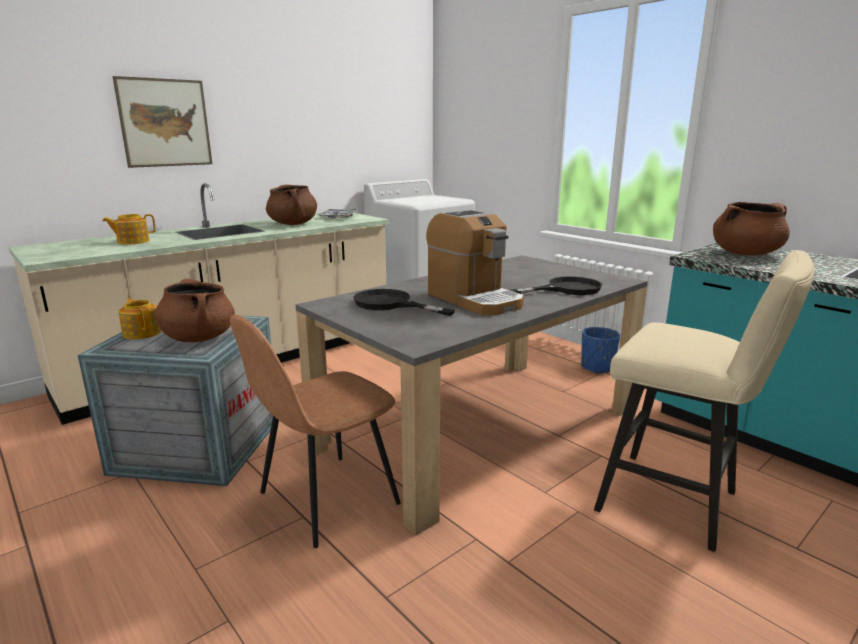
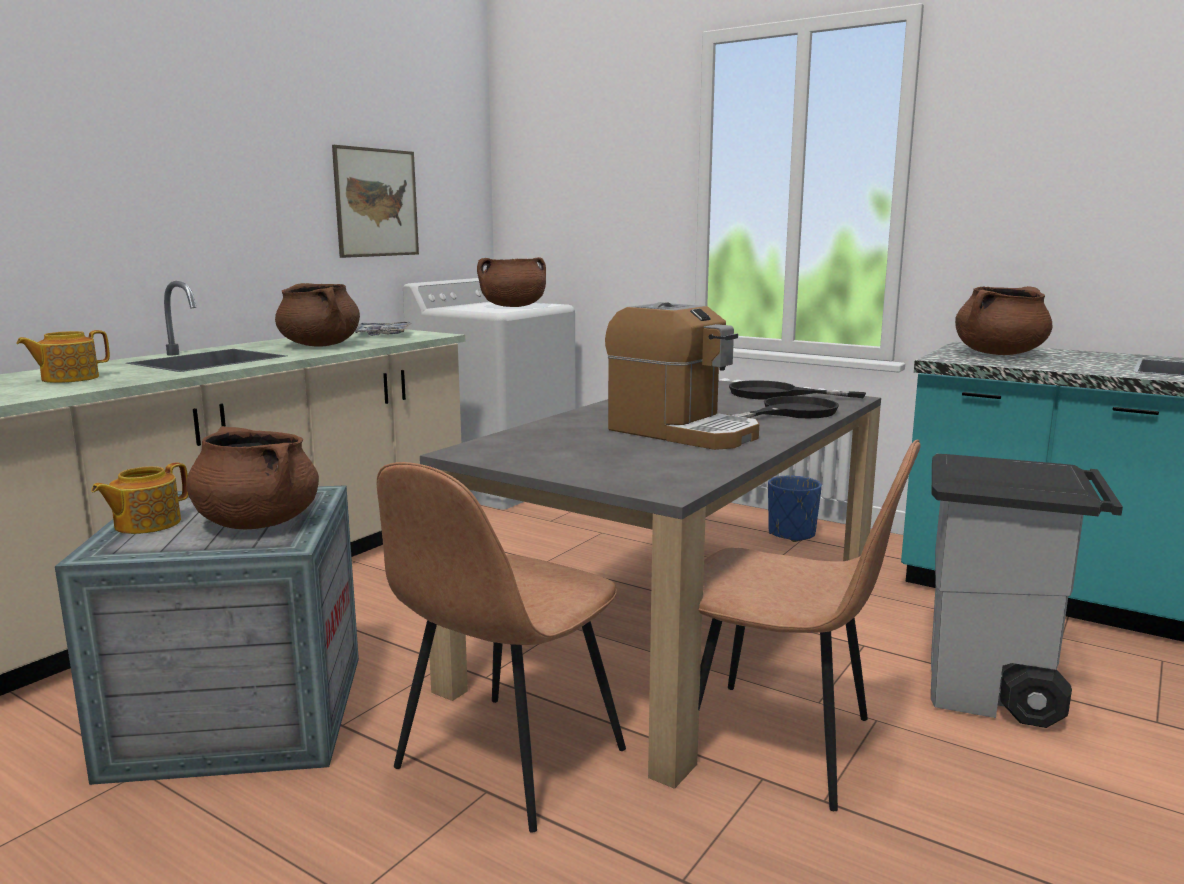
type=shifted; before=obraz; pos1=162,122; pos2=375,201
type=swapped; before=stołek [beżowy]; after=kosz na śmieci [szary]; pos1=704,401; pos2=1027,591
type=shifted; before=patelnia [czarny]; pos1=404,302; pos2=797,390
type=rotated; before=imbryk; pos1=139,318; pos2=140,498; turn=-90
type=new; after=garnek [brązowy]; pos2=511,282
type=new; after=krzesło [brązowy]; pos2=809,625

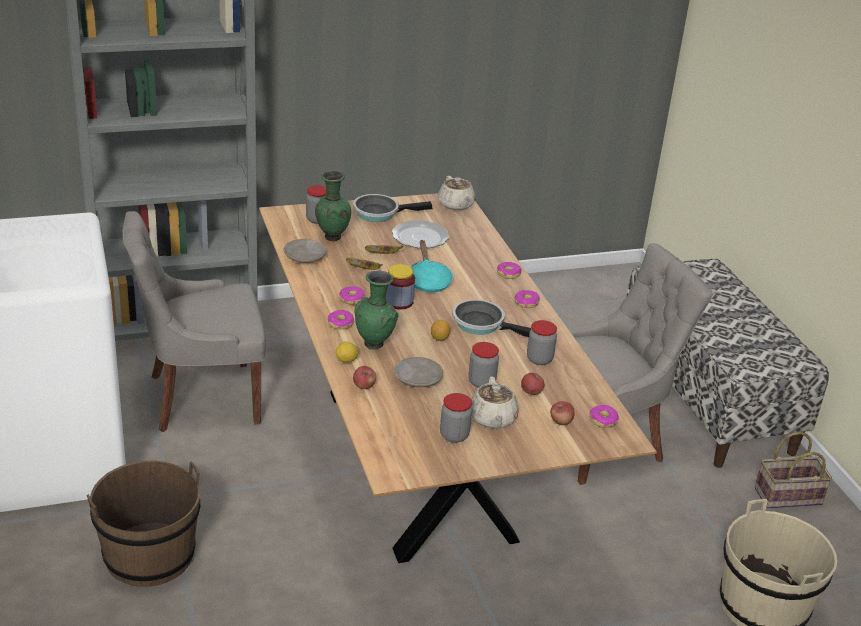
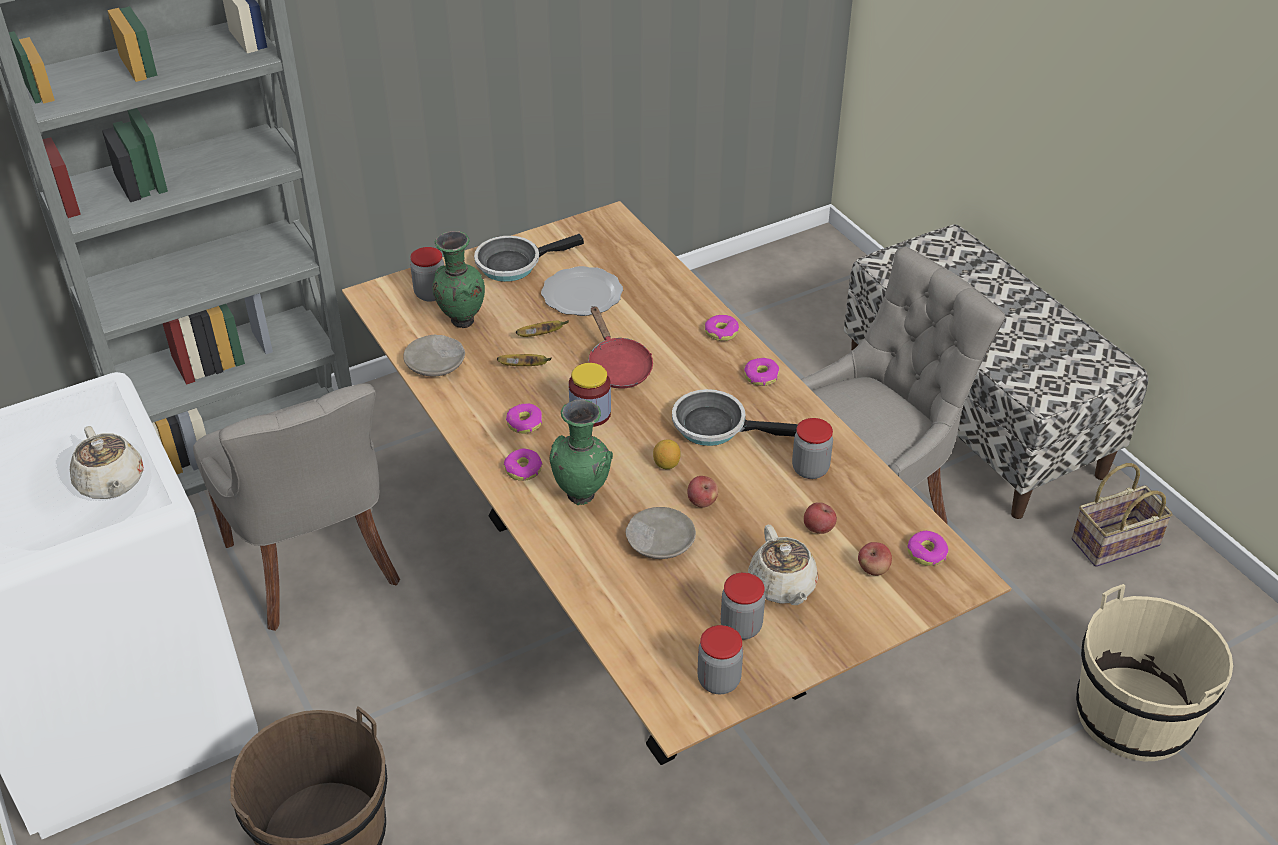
type=shifted; before=imbryk [beżowy]; pos1=456,193; pos2=106,462
type=rotated; before=krzesło [szary]; pos1=194,321; pos2=296,507; turn=-90
type=repainted; before=patelnia [turkusowy]; after=patelnia [czerwony]; pos1=431,266; pos2=620,347
type=gone; before=cytryna; pos1=347,352
type=shifted; before=słoik; pos1=483,365; pos2=720,659
type=shifted; before=jabłko; pos1=364,377; pos2=702,492

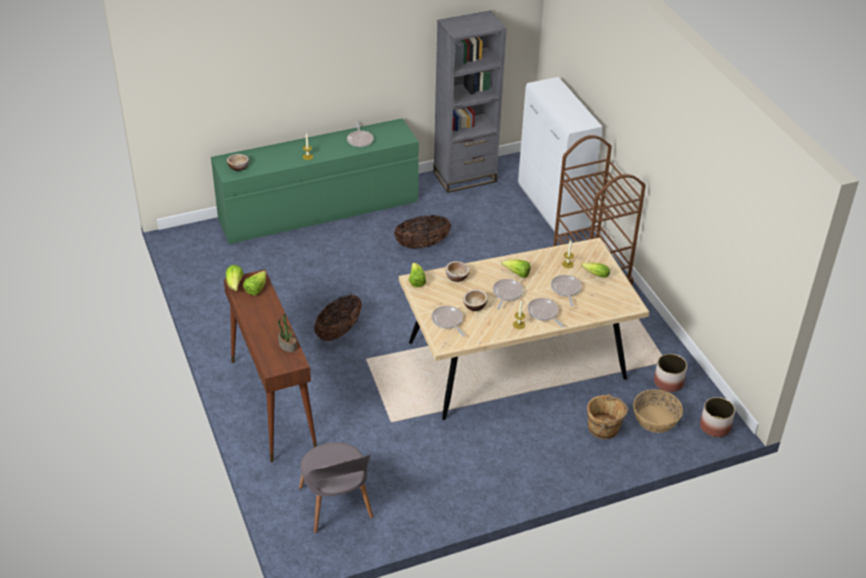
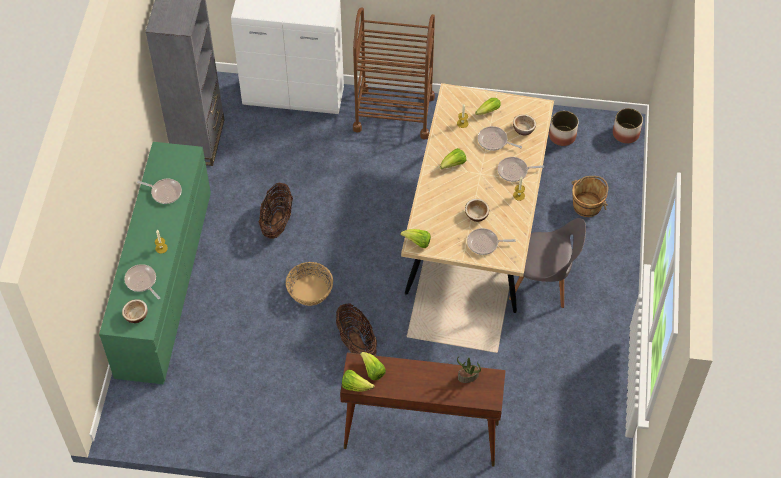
type=shifted; before=miska; pos1=458,271; pos2=524,124
type=shifted; before=patelnia; pos1=508,294; pos2=142,281
type=shifted; before=koszyk; pos1=658,411; pos2=309,284
type=shifted; before=krzesło [szary]; pos1=336,487; pos2=547,263

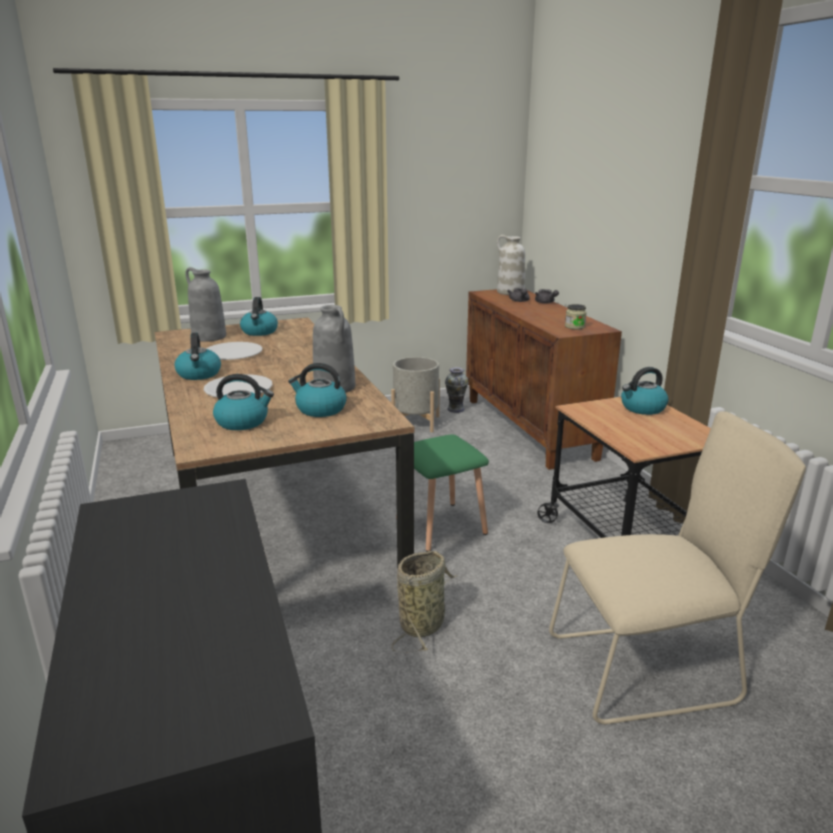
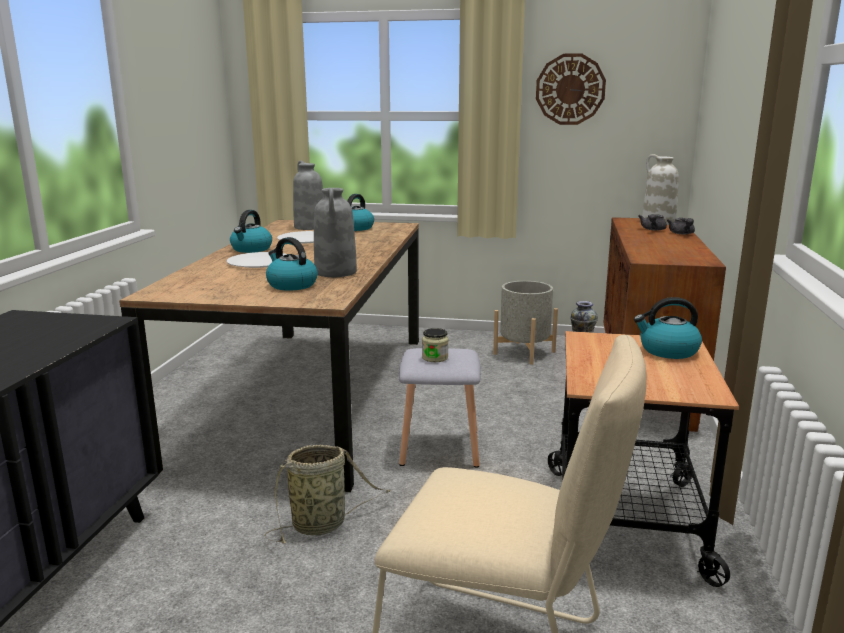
type=shifted; before=słoik; pos1=576,317; pos2=435,345
type=gone; before=czajnik; pos1=243,402
type=repainted; before=stołek [zielony]; after=stołek [szary]; pos1=442,493; pos2=440,408
type=new; after=zegar ścienny; pos2=571,89

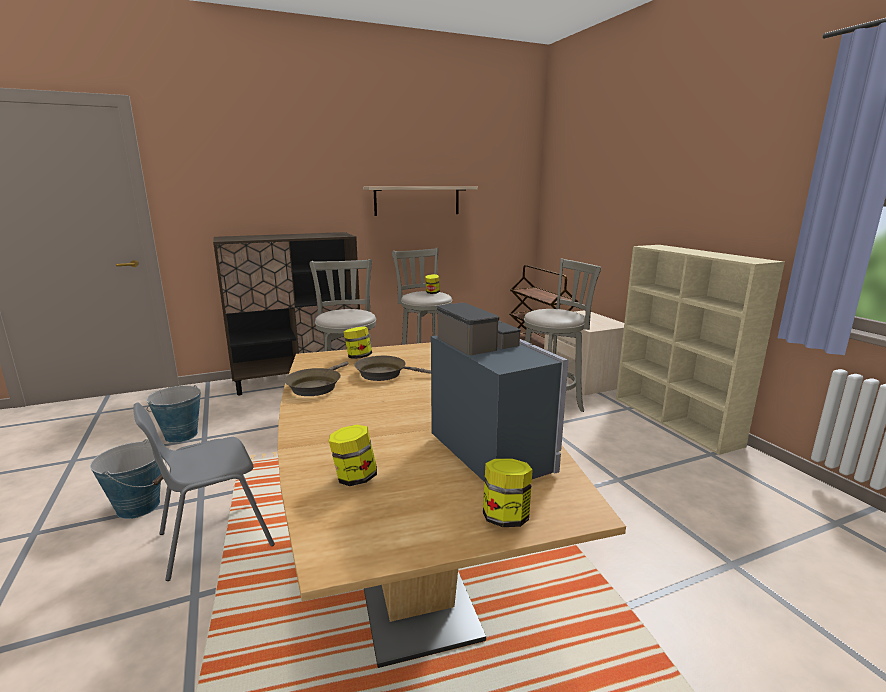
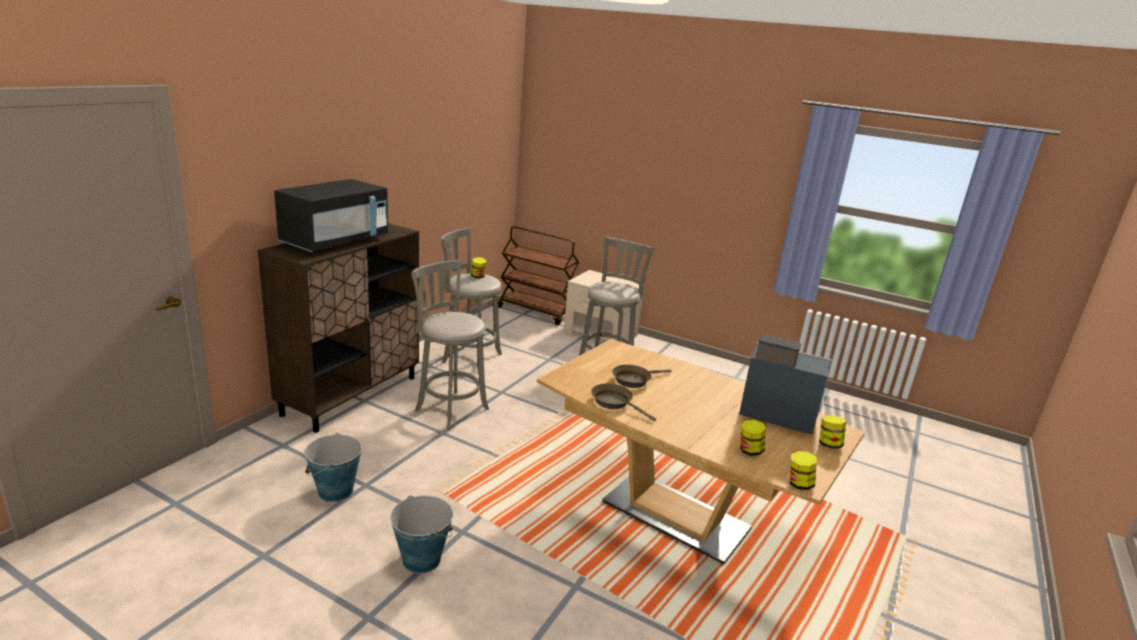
type=gone; before=półka; pos1=420,201
type=gone; before=regał [beżowy]; pos1=700,350
type=shifted; before=słoik; pos1=357,343; pos2=803,470
type=rotated; before=patelnia [brązowy]; pos1=316,378; pos2=623,402; turn=150
type=gone; before=krzesło [szary]; pos1=204,491
type=new; after=mikrofalówka [czarny]; pos2=331,215

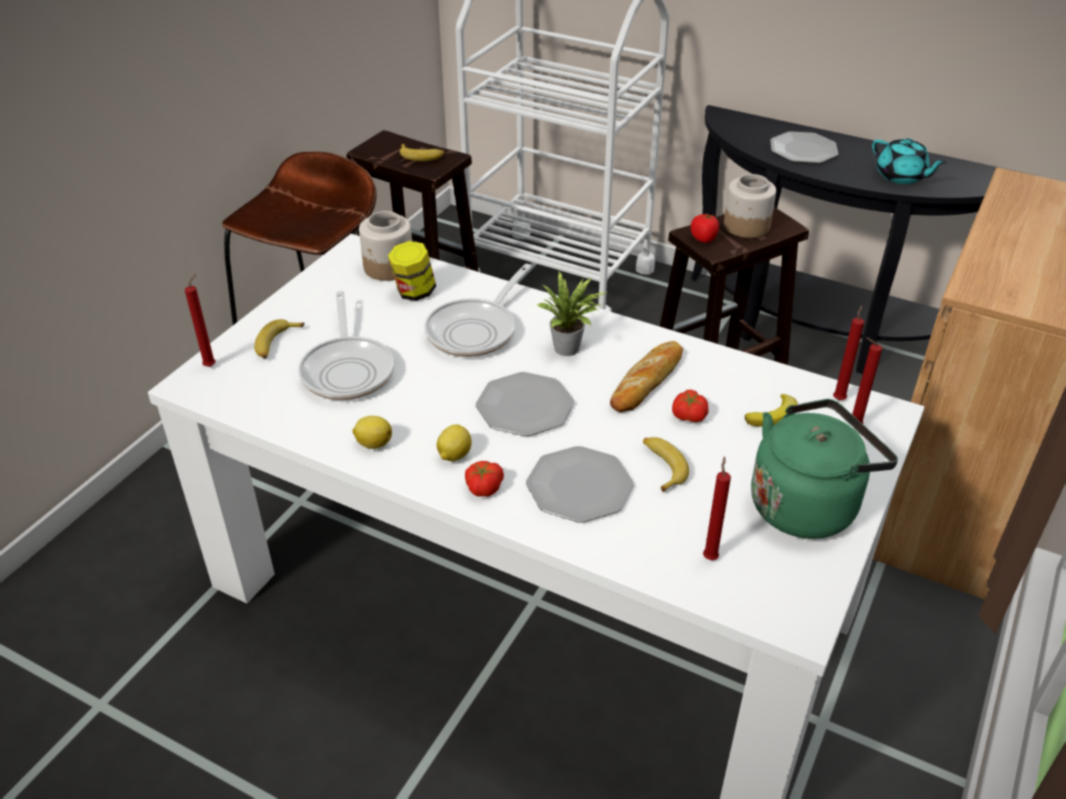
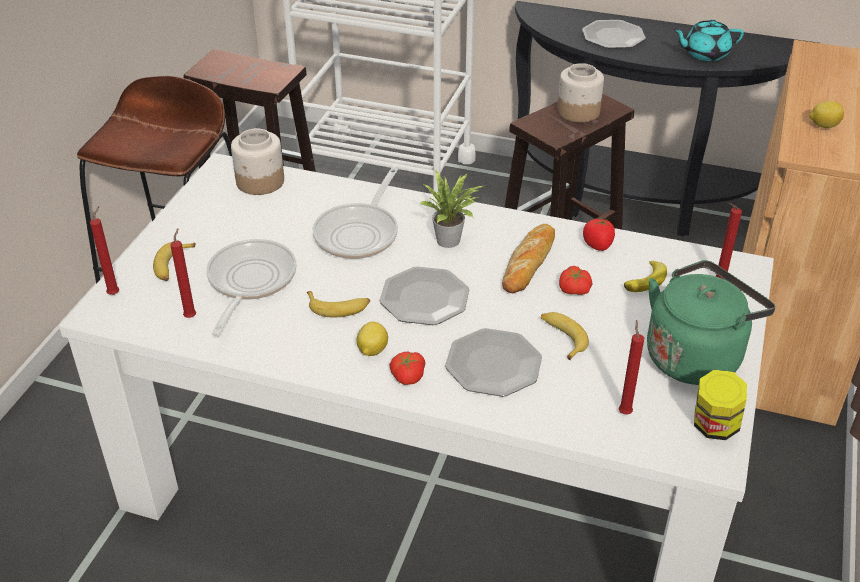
type=rotated; before=imbryk [turkusowy]; pos1=909,161; pos2=708,40; turn=135
type=shifted; before=banan; pos1=422,152; pos2=338,304
type=shifted; before=pomidor; pos1=705,228; pos2=599,234
type=shifted; before=słoik; pos1=412,271; pos2=720,405
type=rotated; before=patelnia; pos1=346,345; pos2=252,287; turn=-150
type=shifted; before=świeca [czerwony]; pos1=848,352; pos2=183,273
type=shifted; before=cytryna; pos1=372,432; pos2=826,114

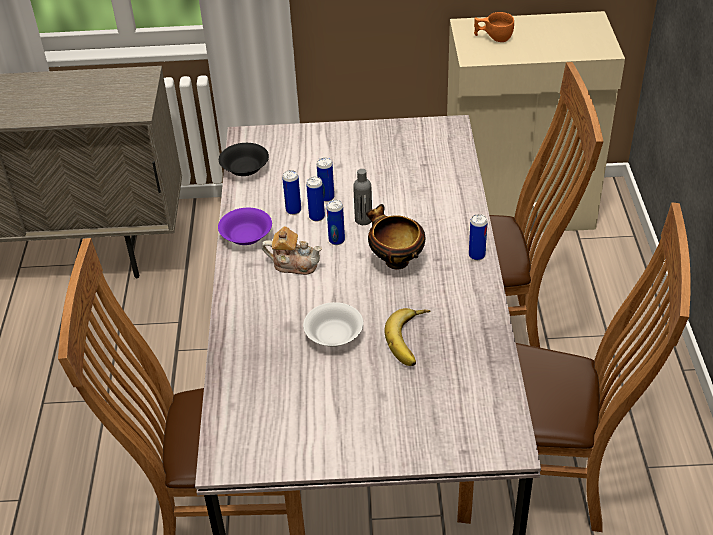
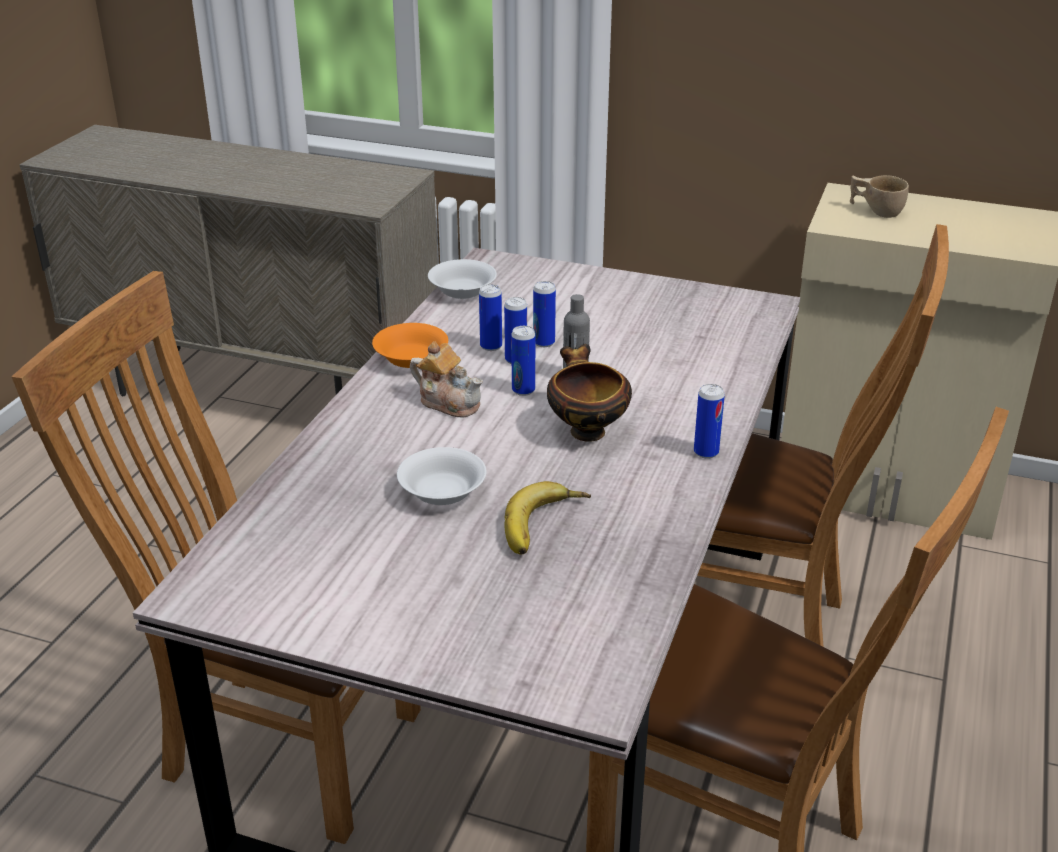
type=repainted; before=filiżanka [pomarańczowy]; after=filiżanka [beżowy]; pos1=494,27; pos2=879,196
type=repainted; before=miska [czarny]; after=miska [biały]; pos1=244,159; pos2=462,279
type=repainted; before=miska [fioletowy]; after=miska [pomarańczowy]; pos1=245,226; pos2=410,345

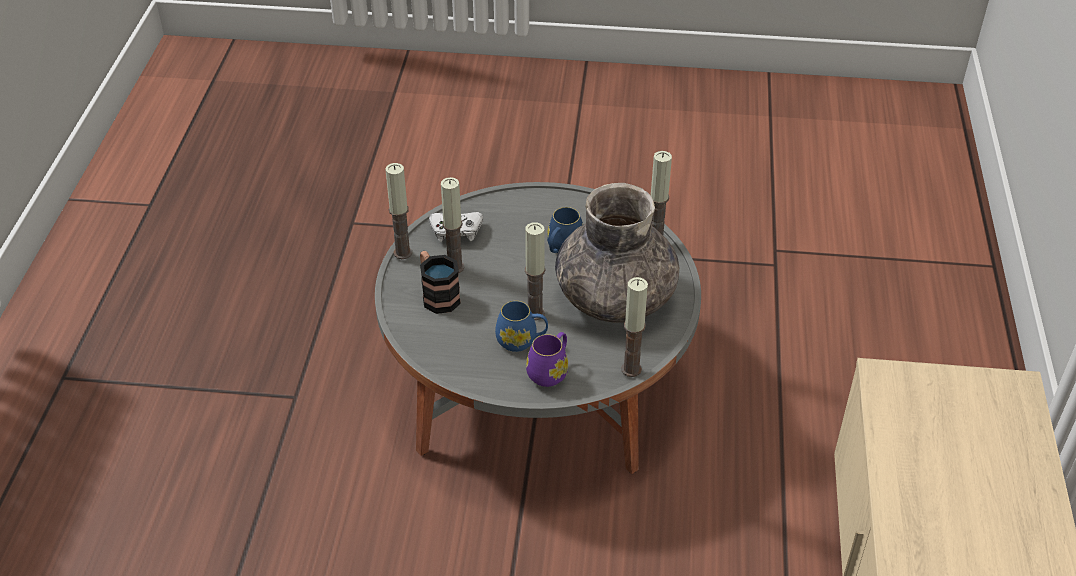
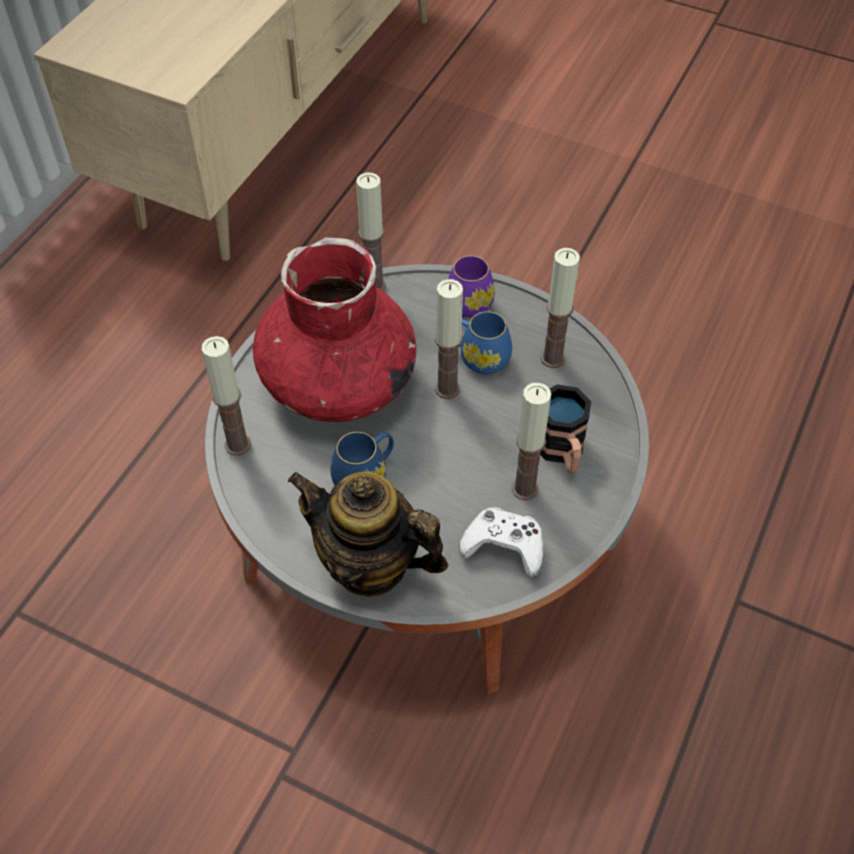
type=shifted; before=świeca; pos1=398,211; pos2=560,308
type=repainted; before=wazon [szary]; after=wazon [czerwony]; pos1=617,253; pos2=334,330
type=new; after=imbryk; pos2=368,534

